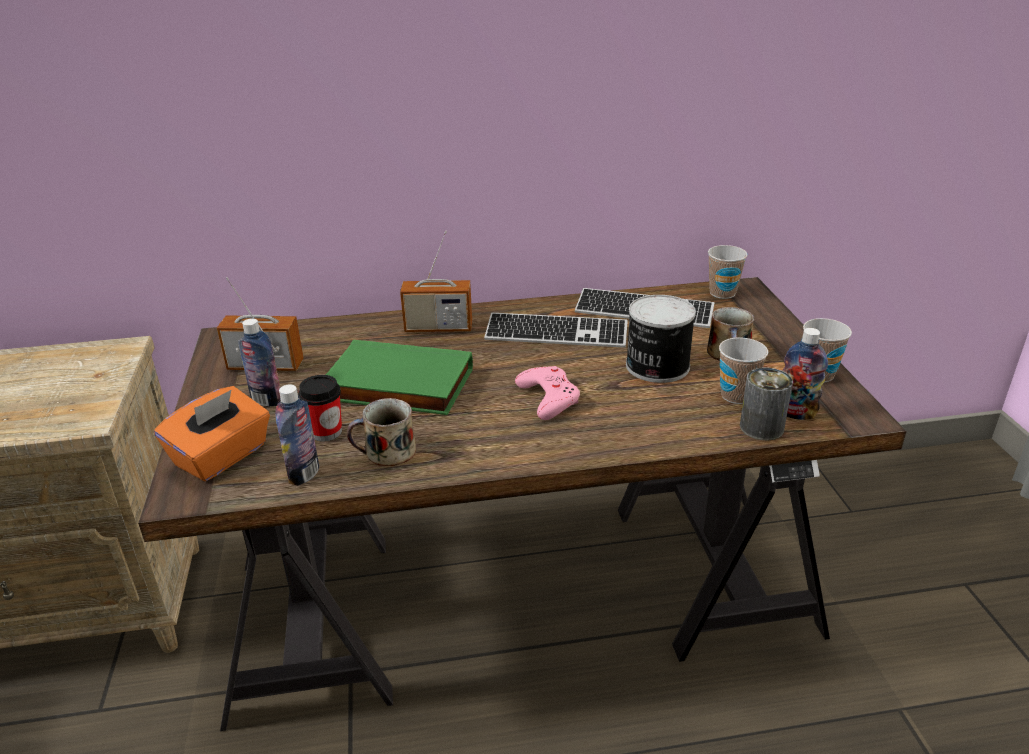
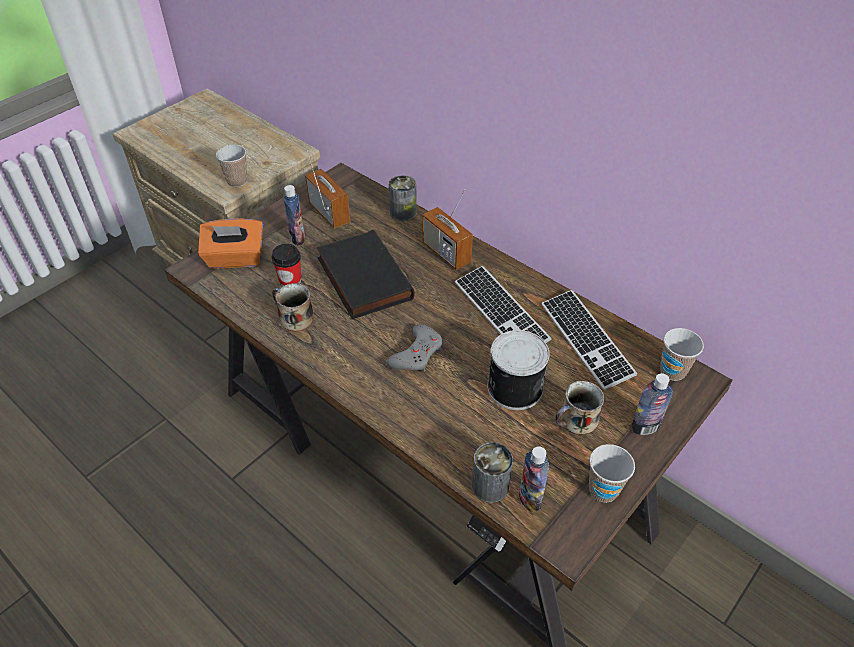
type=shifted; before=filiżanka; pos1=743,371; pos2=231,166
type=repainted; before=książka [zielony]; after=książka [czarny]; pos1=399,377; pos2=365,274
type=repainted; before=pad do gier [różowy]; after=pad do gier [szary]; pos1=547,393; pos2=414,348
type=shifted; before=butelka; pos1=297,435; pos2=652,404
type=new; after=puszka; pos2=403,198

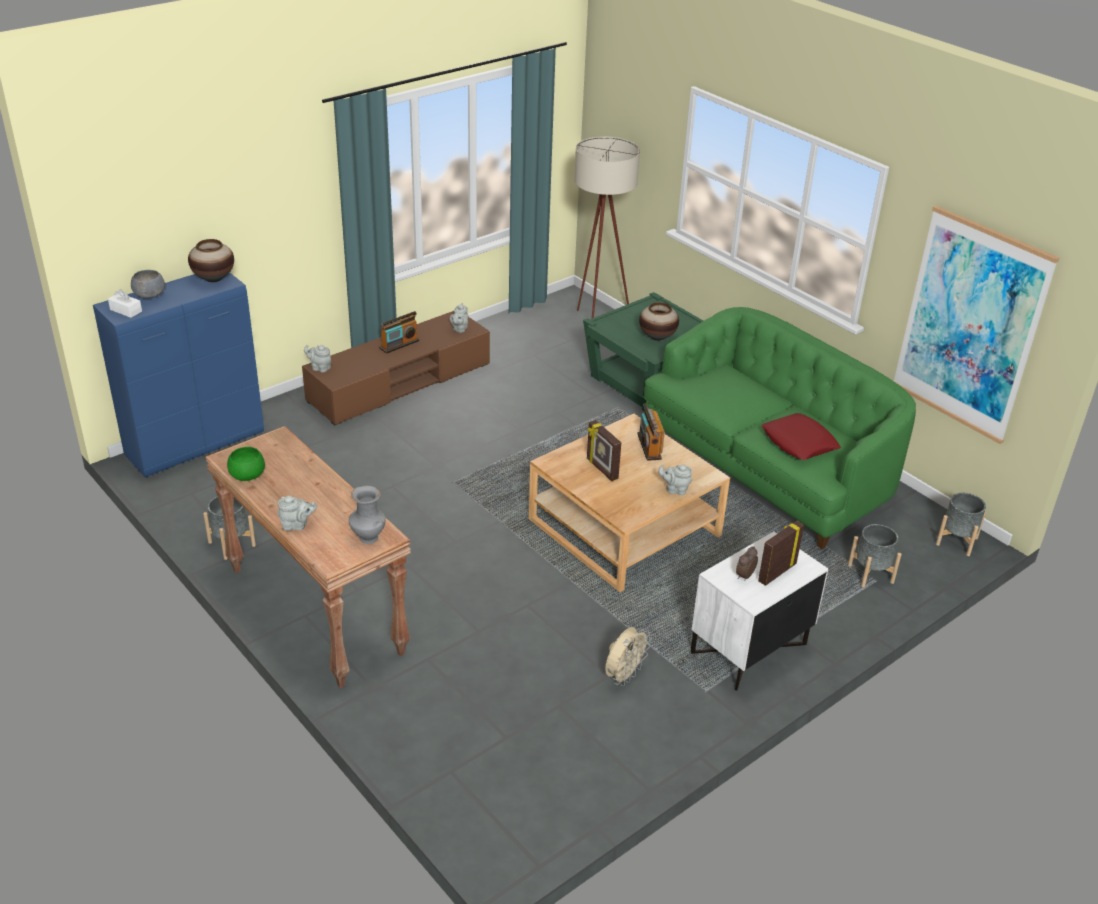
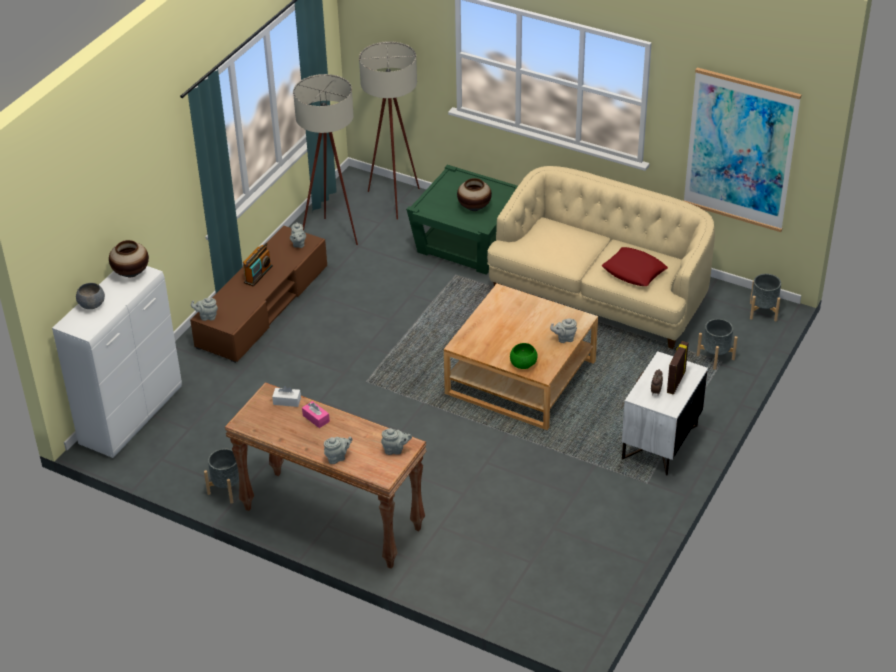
type=repainted; before=szafka [niebieski]; after=szafka [biały]; pos1=178,374; pos2=117,362
type=shifted; before=pudełko chusteczek [biały]; pos1=125,303; pos2=286,396
type=repainted; before=kanapa [zielony]; after=kanapa [beżowy]; pos1=779,428; pos2=601,257
type=gone; before=radio; pos1=651,432
type=gone; before=ramka na zdjęcie; pos1=604,450
type=shifted; before=miska [zielony]; pos1=246,464; pos2=524,356
type=swapped; before=wazon [szary]; after=imbryk [szary]; pos1=367,514; pos2=396,441
type=gone; before=wentylator [beżowy]; pos1=628,656
type=new; after=lampa stojąca [beżowy]; pos2=325,159
type=new; after=pudełko chusteczek [różowy]; pos2=316,414

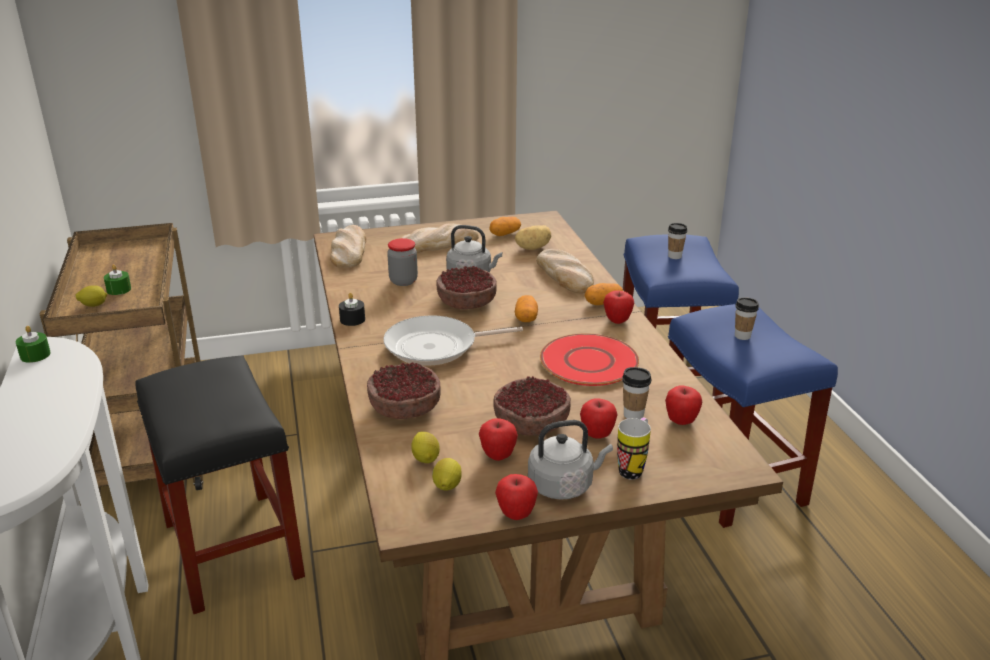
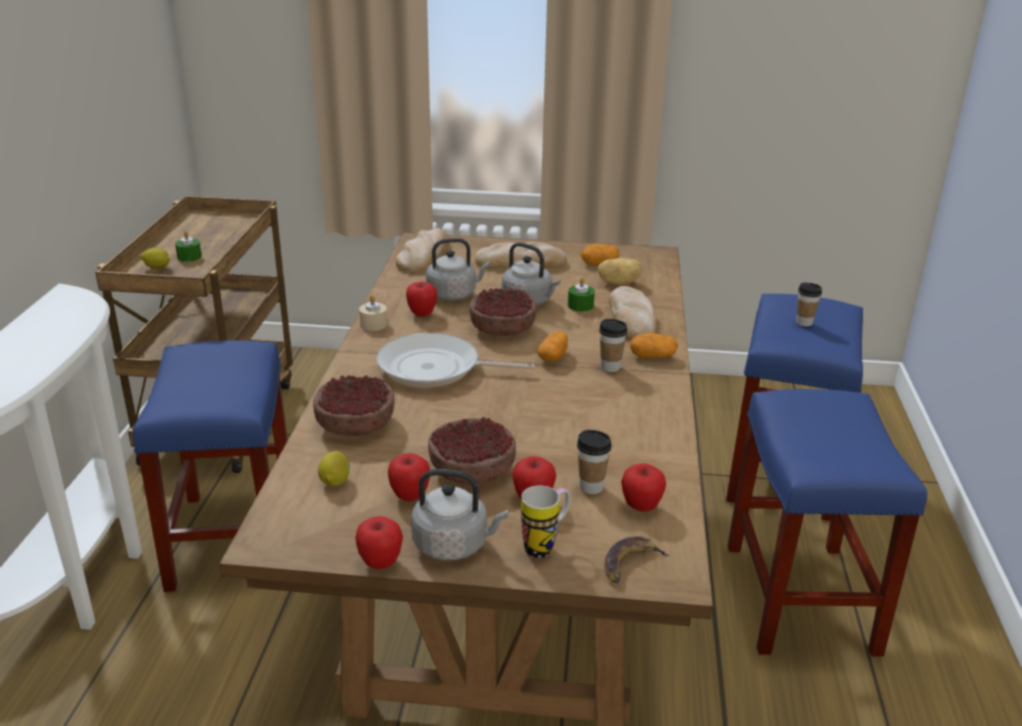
type=swapped; before=słoik; after=czajnik [szary]; pos1=402,262; pos2=458,269
type=shifted; before=jabłko; pos1=618,307; pos2=422,299
type=repainted; before=świeca [czarny]; after=świeca [beżowy]; pos1=352,309; pos2=373,313
type=shifted; before=filiżanka; pos1=747,319; pos2=613,345
type=shifted; before=świeca [zielony]; pos1=33,344; pos2=581,294
type=gone; before=talerz [czerwony]; pos1=589,359
type=repainted; before=stołek [czarny]; after=stołek [niebieski]; pos1=220,484; pos2=210,466
type=gone; before=cytryna; pos1=447,474
type=new; after=banan; pos2=638,559

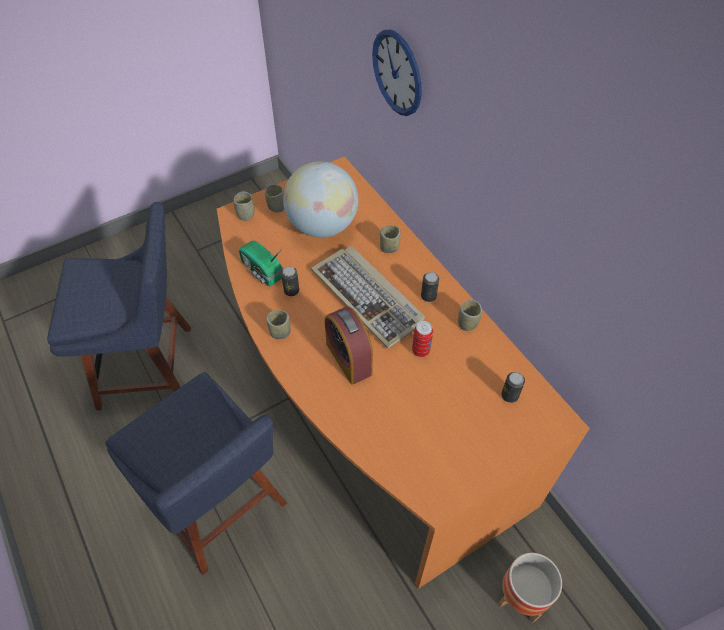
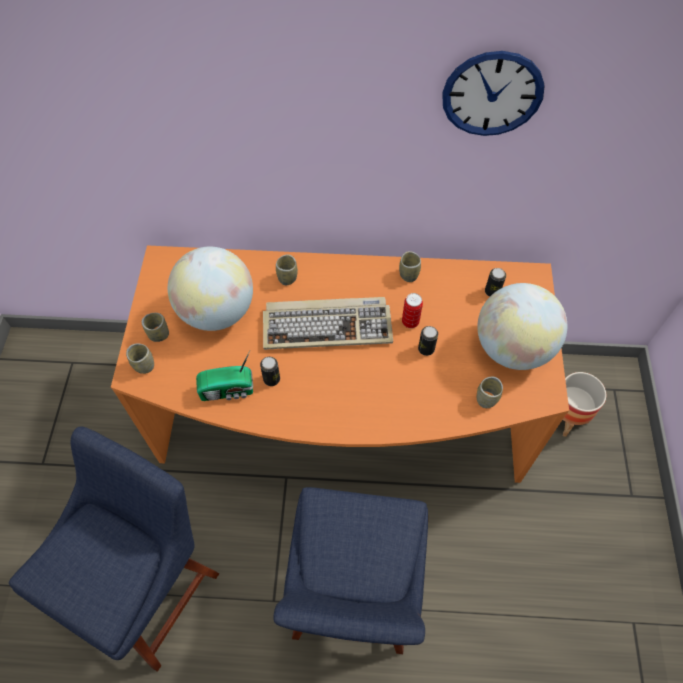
type=shifted; before=zegar ścienny; pos1=397,73; pos2=493,93
type=shifted; before=puszka; pos1=430,287; pos2=428,341
type=gone; before=budzik; pos1=349,345
type=shifted; before=filiżanka; pos1=278,324; pos2=490,392
type=rotated; before=krzesło [niebieski]; pos1=196,473; pos2=350,570; turn=105
type=new; after=globus; pos2=522,326

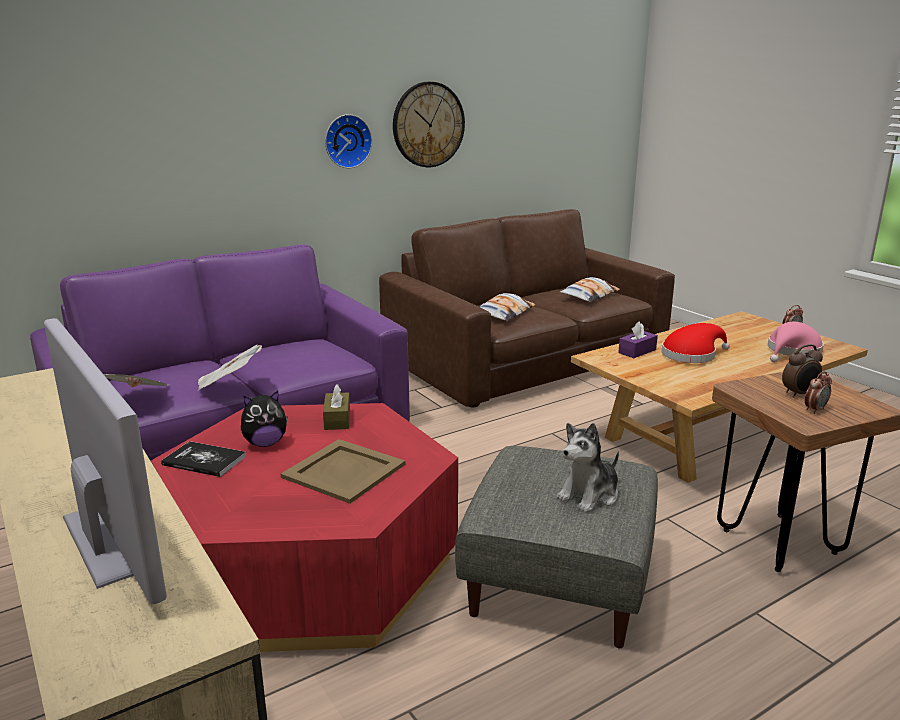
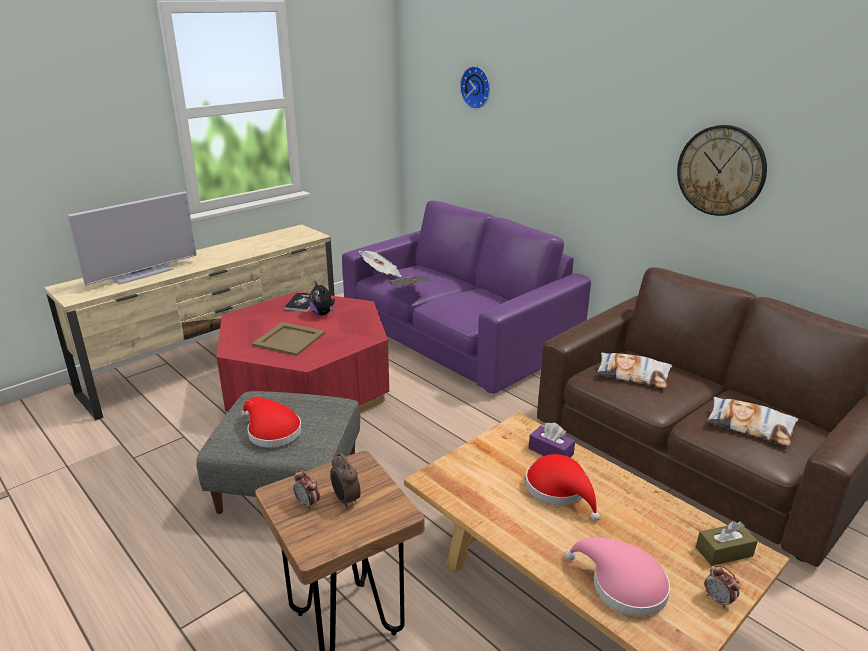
type=shifted; before=zegar ścienny; pos1=348,141; pos2=475,87
type=shifted; before=pudełko chusteczek [brązowy]; pos1=336,407; pos2=727,543
type=swapped; before=pluszak; after=kapelusz [czerwony]; pos1=587,468; pos2=271,423

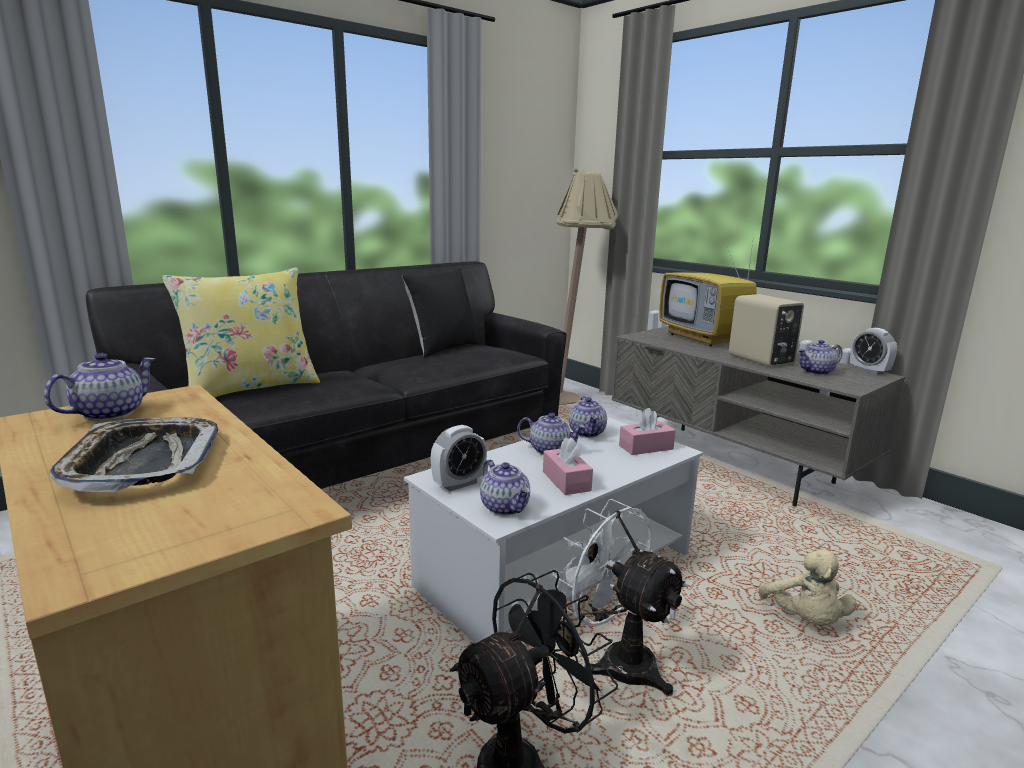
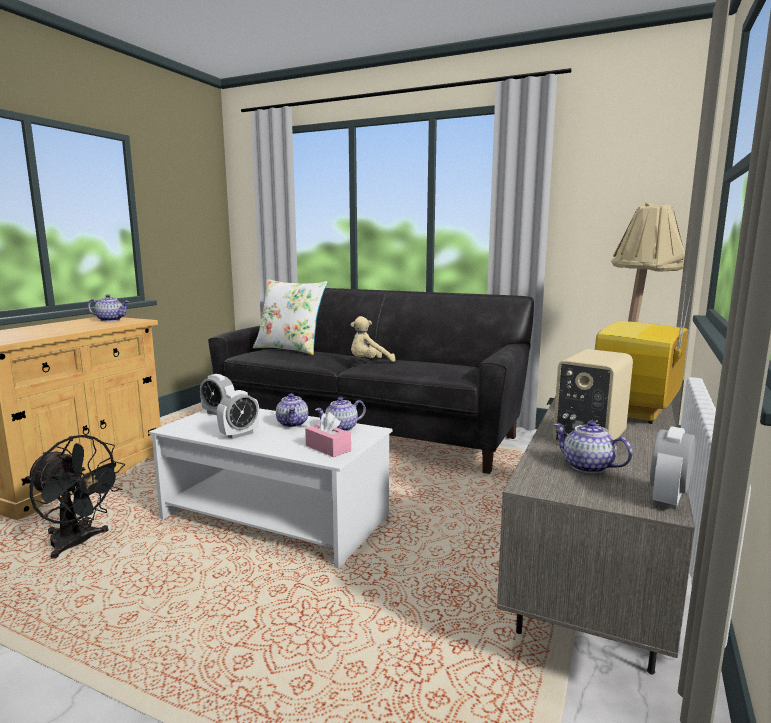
type=repainted; before=poduszka [żółty]; after=poduszka [biały]; pos1=241,332; pos2=290,317
type=gone; before=poduszka [czarny]; pos1=441,312
type=gone; before=taca; pos1=133,454
type=swapped; before=pudełko chusteczek [różowy]; after=budzik; pos1=568,466; pos2=238,414
type=gone; before=imbryk; pos1=505,488
type=gone; before=wentylator [biały]; pos1=620,597
type=shifted; before=pluszak [beżowy]; pos1=807,587; pos2=373,339

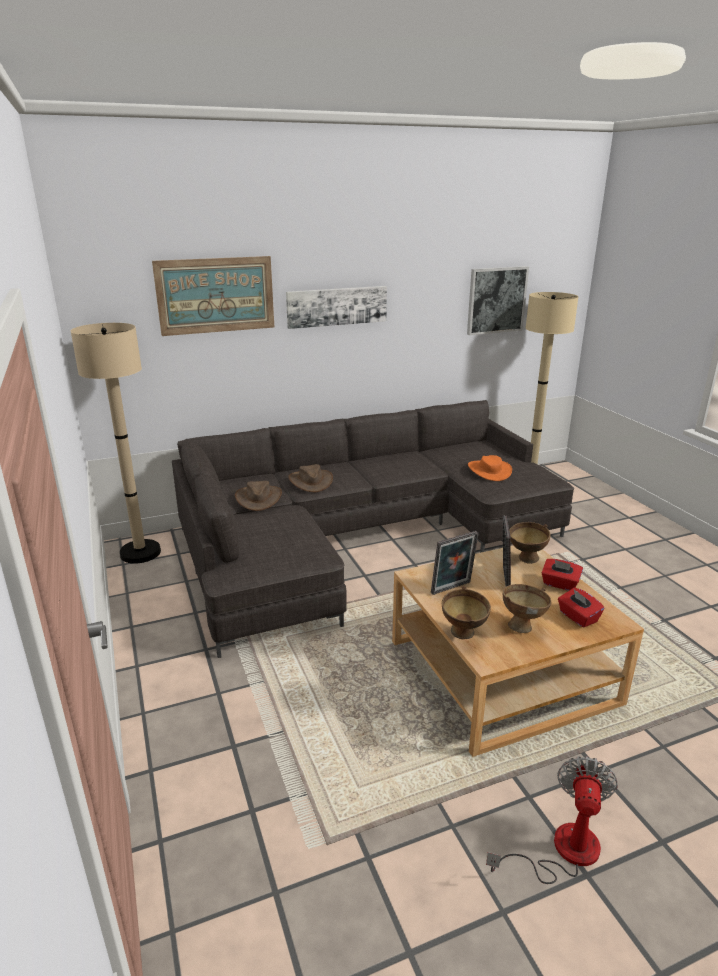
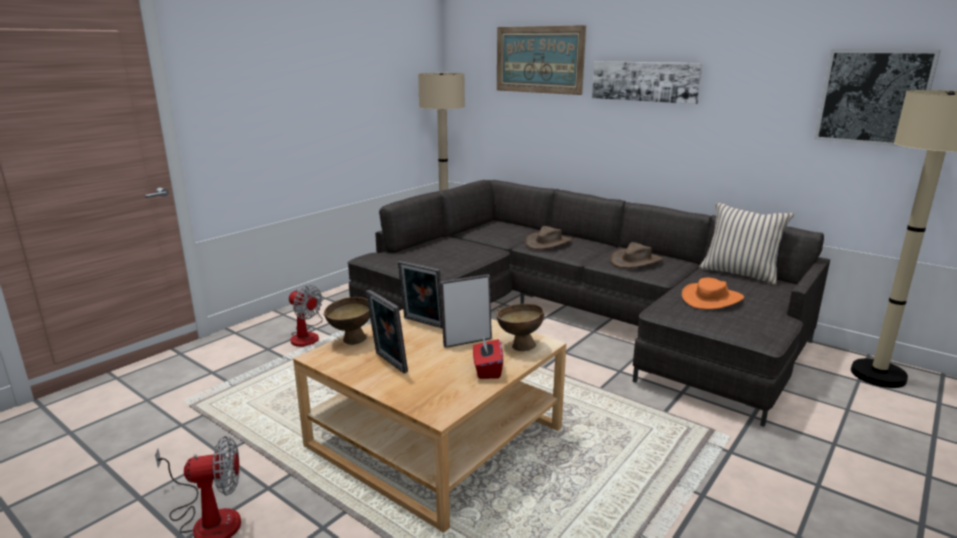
type=shifted; before=kapelusz [brązowy]; pos1=258,496; pos2=636,255
type=swapped; before=miska [brązowy]; after=ramka na zdjęcie; pos1=527,608; pos2=387,331
type=gone; before=pudełko chusteczek [czerwony]; pos1=581,607
type=new; after=poduszka [beżowy]; pos2=746,243
type=new; after=wentylator; pos2=306,316

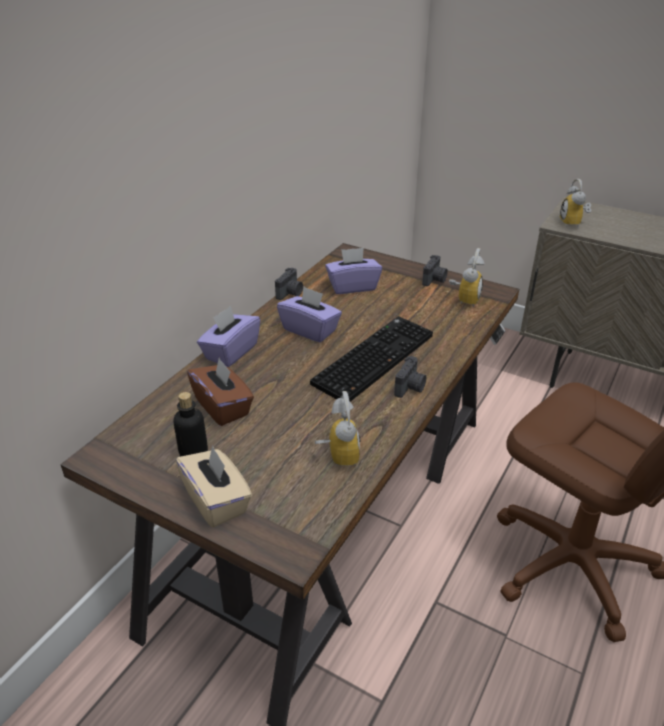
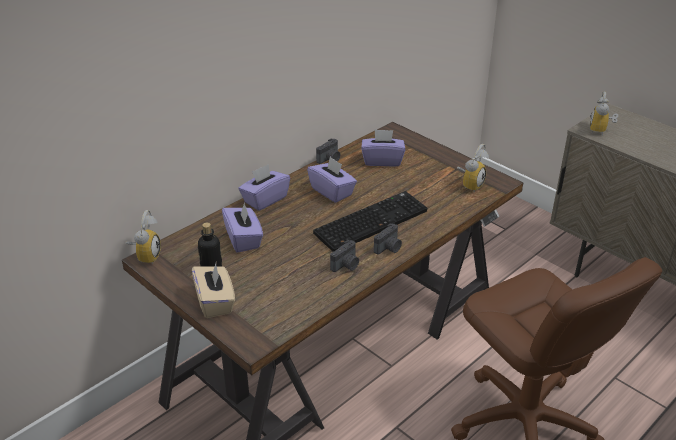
type=shifted; before=aparat fotograficzny; pos1=435,270; pos2=344,256
type=repainted; before=pudełko chusteczek [brązowy]; after=pudełko chusteczek [fioletowy]; pos1=220,392; pos2=242,227
type=shifted; before=budzik; pos1=337,428; pos2=143,237

